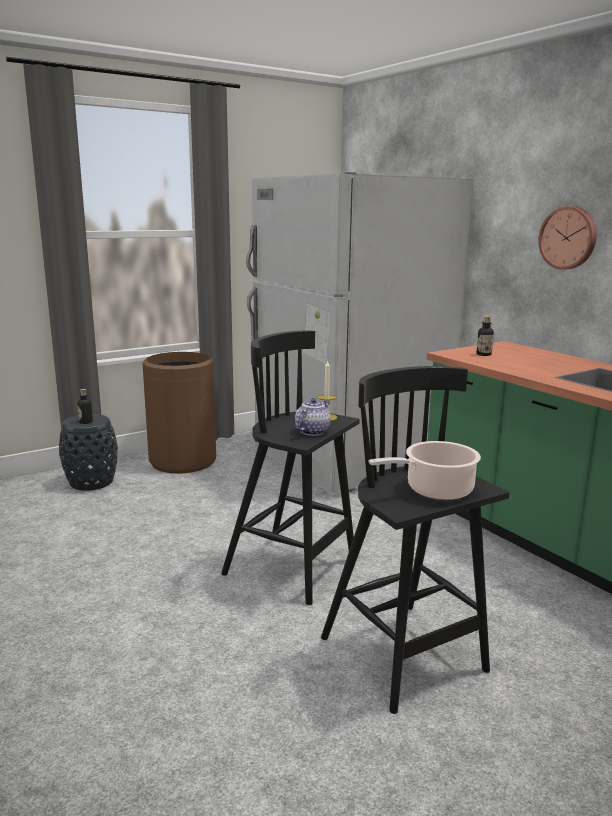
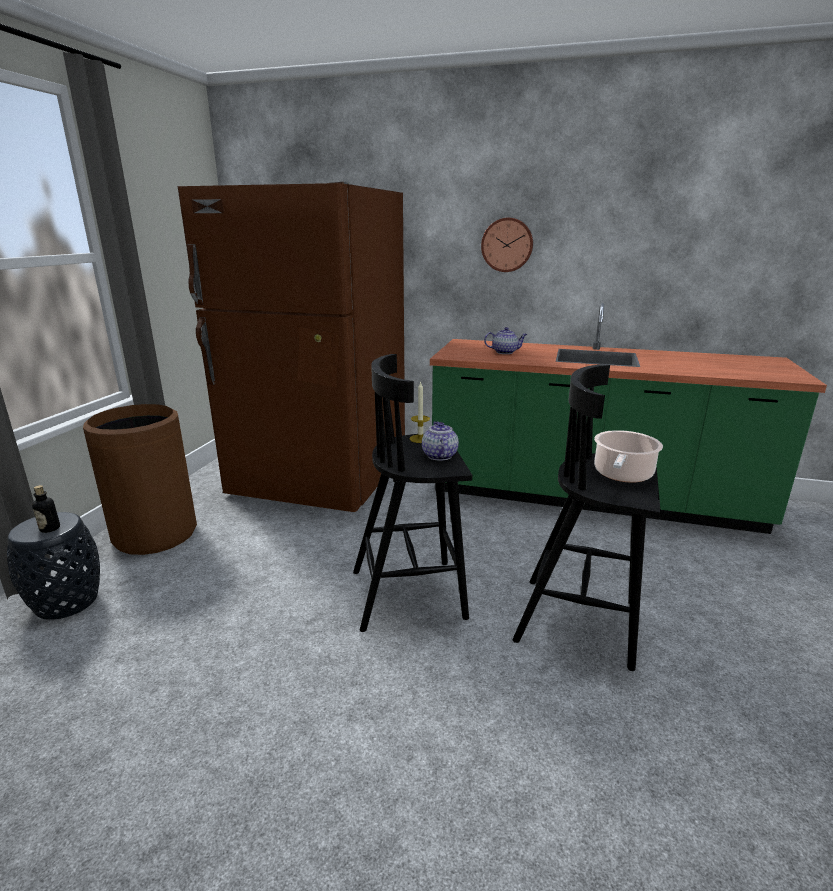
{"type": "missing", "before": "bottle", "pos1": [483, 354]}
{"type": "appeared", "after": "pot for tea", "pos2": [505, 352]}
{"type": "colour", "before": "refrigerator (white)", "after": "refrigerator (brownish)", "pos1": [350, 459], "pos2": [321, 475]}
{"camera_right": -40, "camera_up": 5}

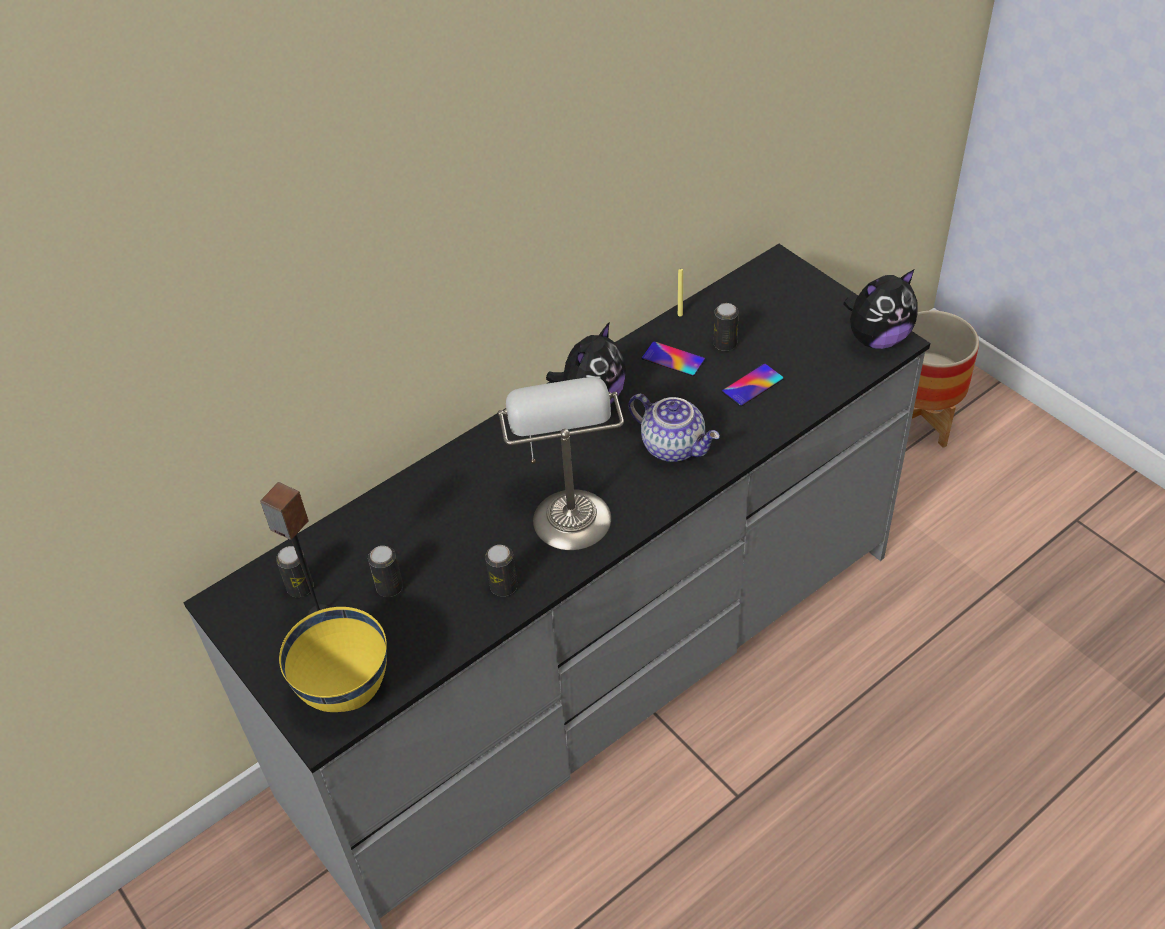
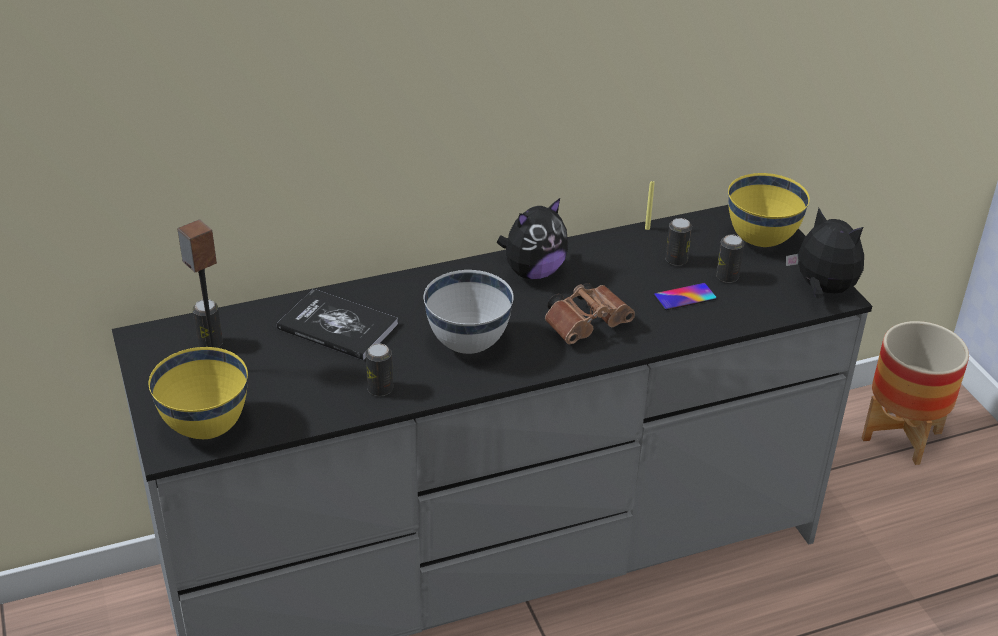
{"type": "missing", "before": "telephone", "pos1": [673, 359]}
{"type": "appeared", "after": "book", "pos2": [337, 326]}
{"type": "appeared", "after": "deep dish (yellowish)", "pos2": [761, 241]}
{"type": "relocated", "before": "can", "pos1": [389, 587], "pos2": [727, 277]}
{"type": "exchanged", "before": "lamp for a table (white)", "after": "deep dish (white)", "pos1": [567, 506], "pos2": [467, 345]}
{"type": "exchanged", "before": "pot for tea", "after": "field glasses (brownish)", "pos1": [674, 446], "pos2": [588, 324]}
{"type": "spun", "before": "soft toy", "pos1": [877, 338], "pos2": [822, 290], "turn": -135}
{"camera_right": 15, "camera_up": -10}

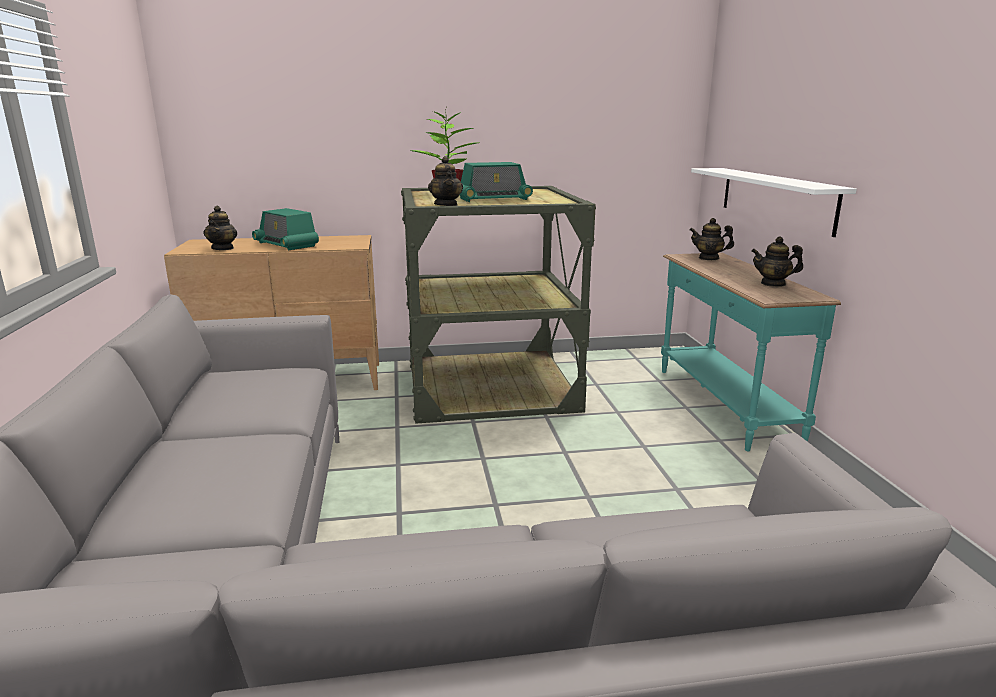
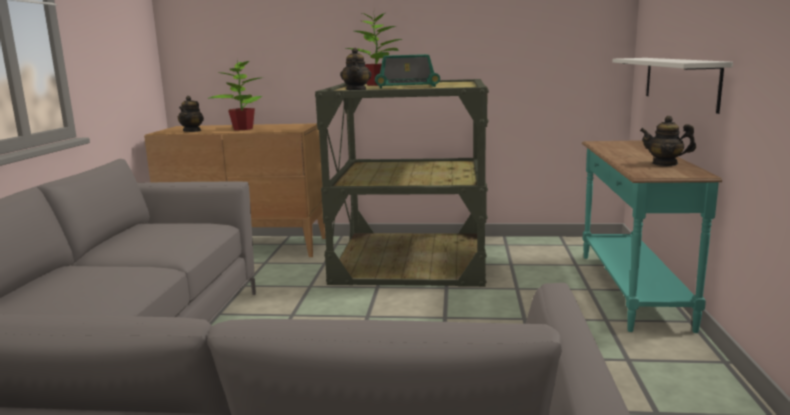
{"type": "missing", "before": "pot for tea", "pos1": [709, 258]}
{"type": "exchanged", "before": "radio set", "after": "potted plant", "pos1": [286, 244], "pos2": [243, 129]}
{"camera_right": 15, "camera_up": -5}

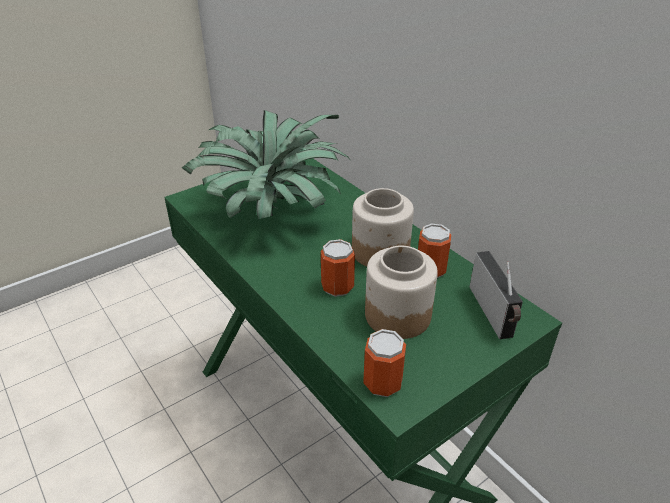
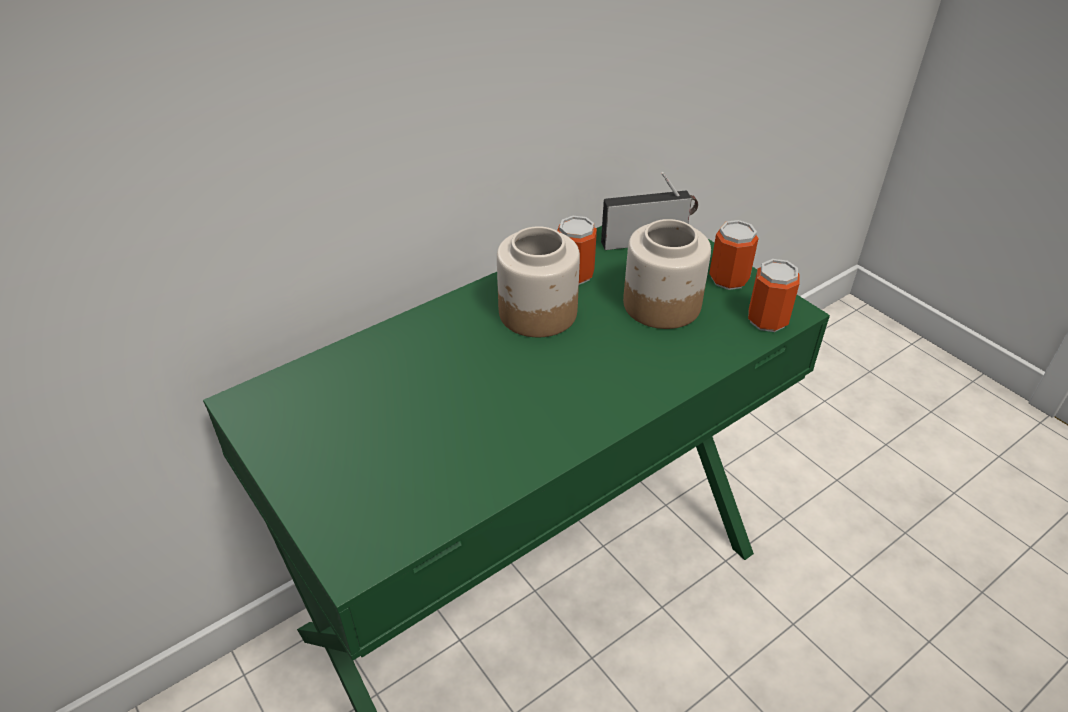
{"type": "missing", "before": "potted plant", "pos1": [274, 212]}
{"type": "relocated", "before": "can", "pos1": [337, 287], "pos2": [728, 279]}
{"camera_right": -90, "camera_up": 5}

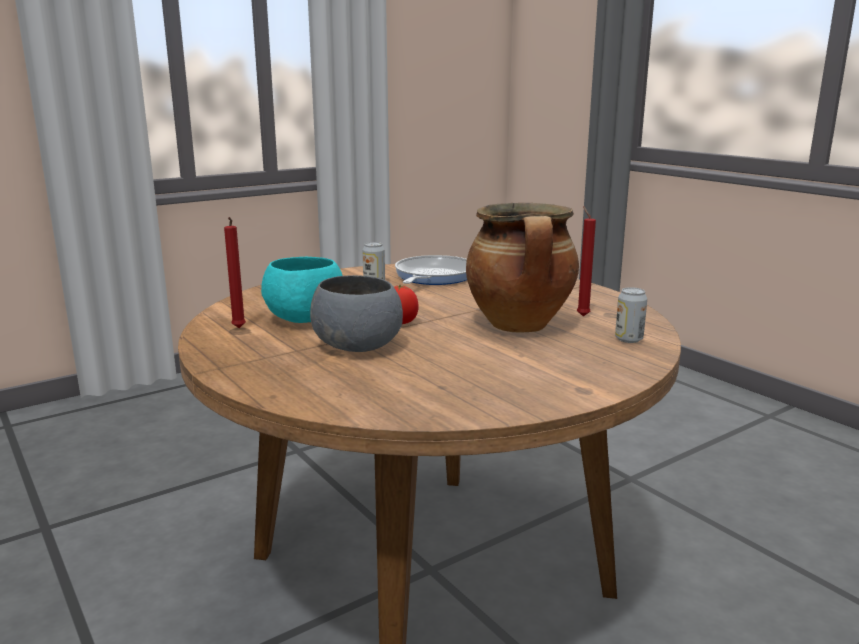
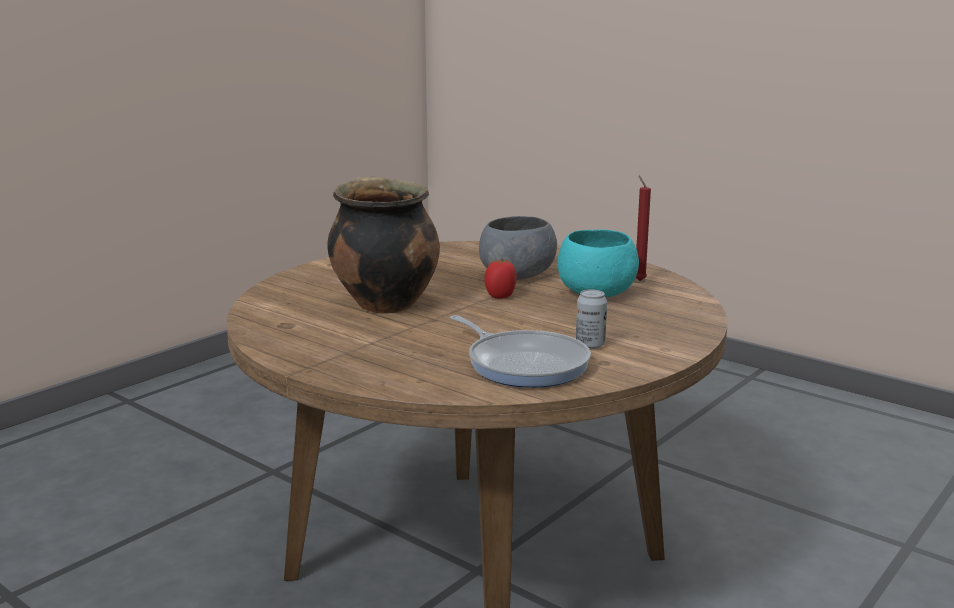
{"type": "missing", "before": "wax light (reddish)", "pos1": [581, 315]}
{"type": "missing", "before": "can", "pos1": [628, 339]}
{"type": "spun", "before": "skillet", "pos1": [432, 277], "pos2": [524, 364], "turn": -45}
{"camera_right": 165, "camera_up": 0}

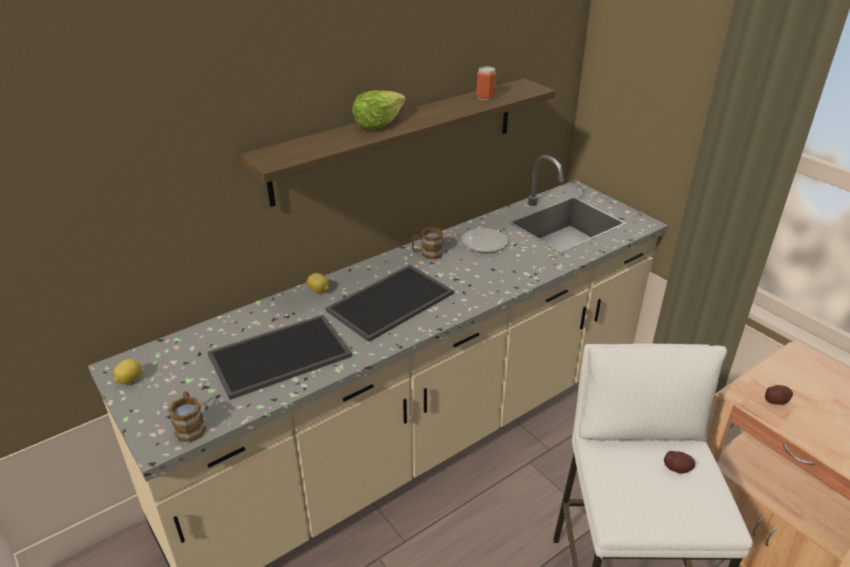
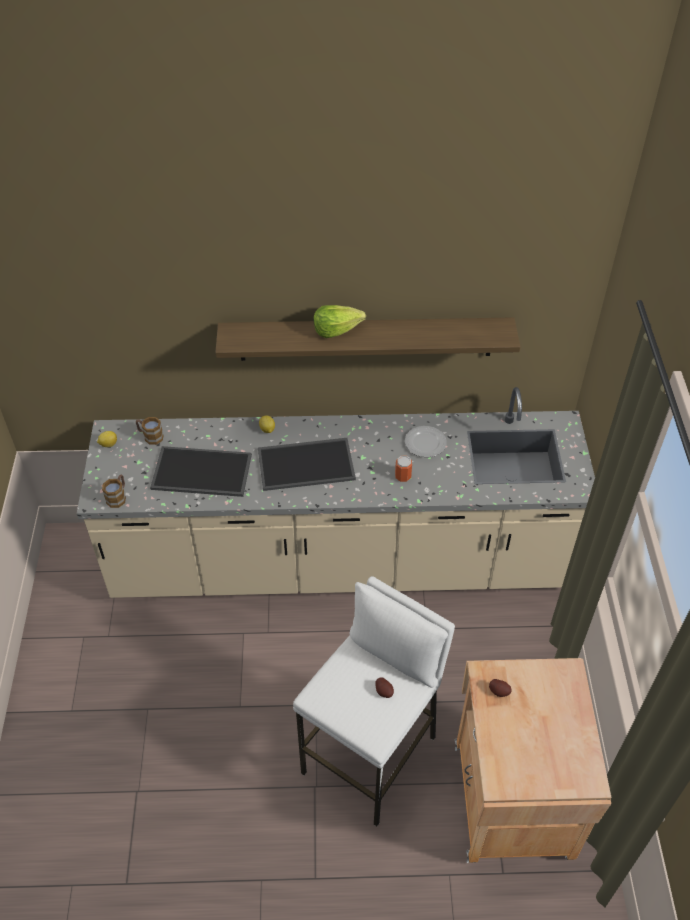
{"type": "relocated", "before": "mug", "pos1": [427, 254], "pos2": [150, 436]}
{"type": "relocated", "before": "can", "pos1": [485, 97], "pos2": [403, 476]}
{"camera_right": 35, "camera_up": 15}

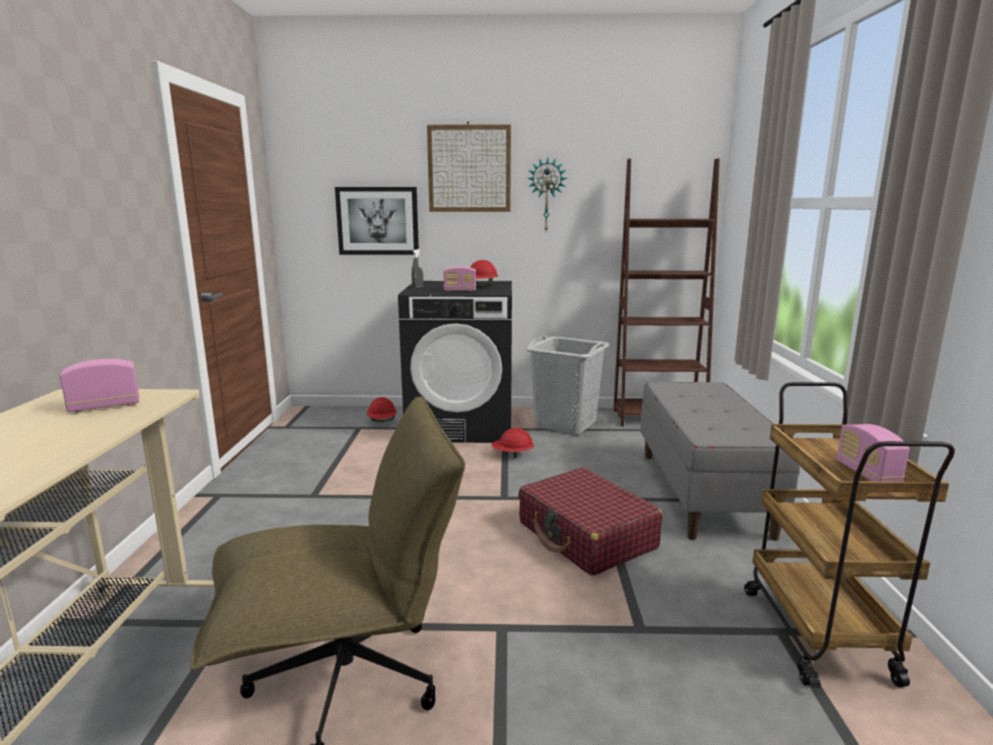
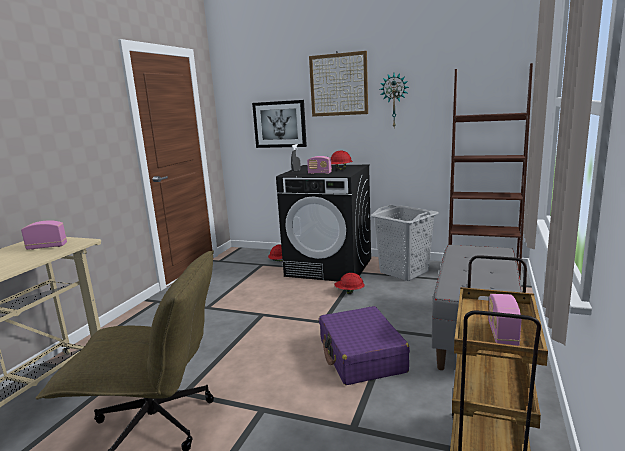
{"type": "colour", "before": "suitcase (reddish)", "after": "suitcase (purplish)", "pos1": [586, 536], "pos2": [361, 356]}
{"camera_right": 20, "camera_up": 0}

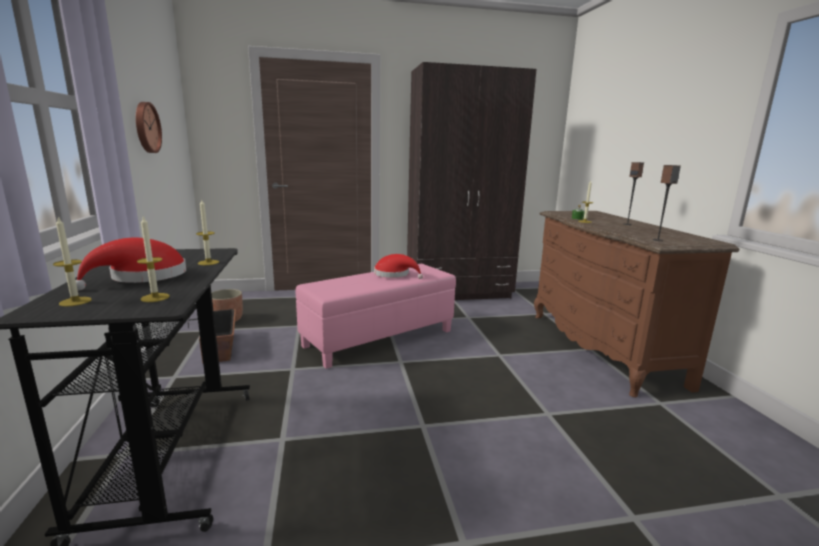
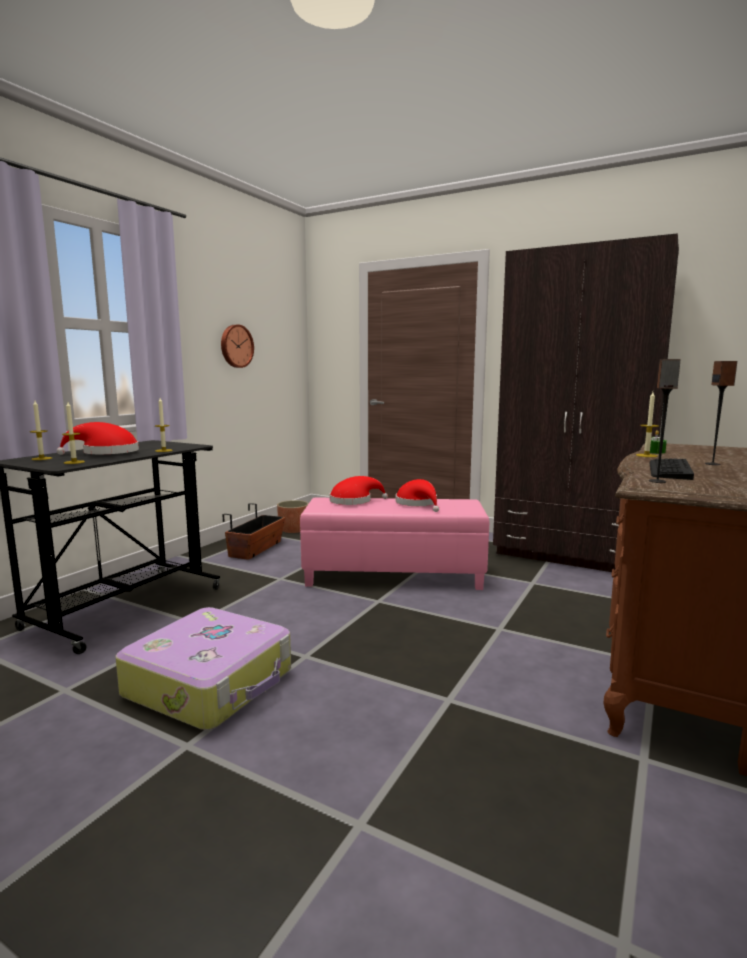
{"type": "appeared", "after": "suitcase", "pos2": [211, 683]}
{"type": "appeared", "after": "wearable hat (reddish)", "pos2": [354, 501]}
{"type": "appeared", "after": "PC keyboard", "pos2": [669, 470]}
{"camera_right": 40, "camera_up": -5}

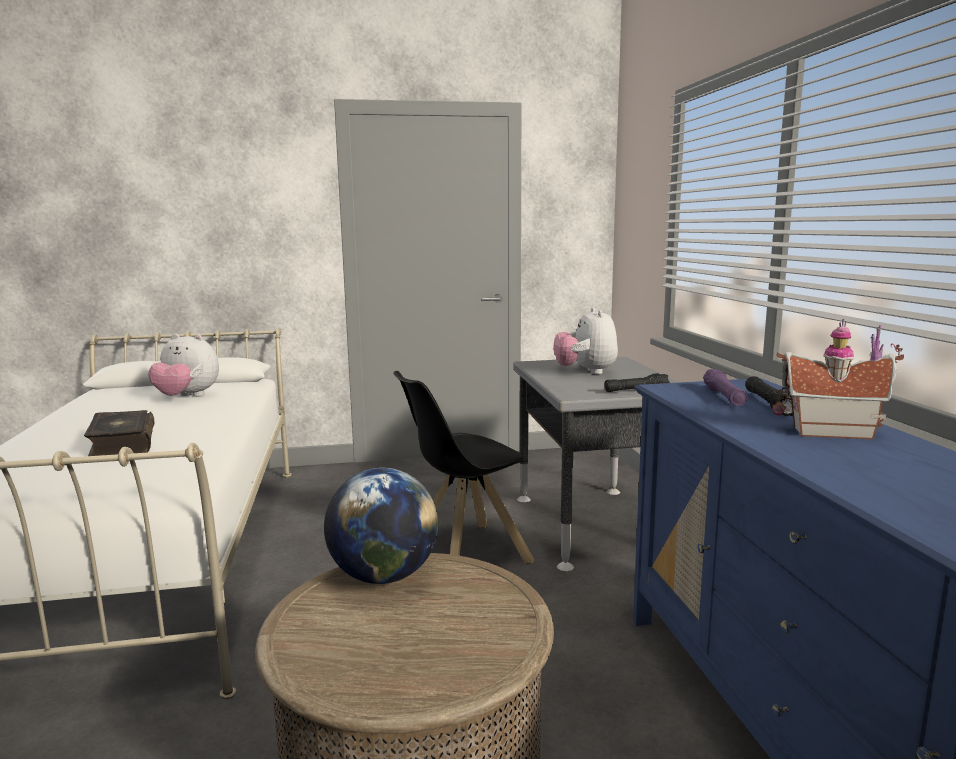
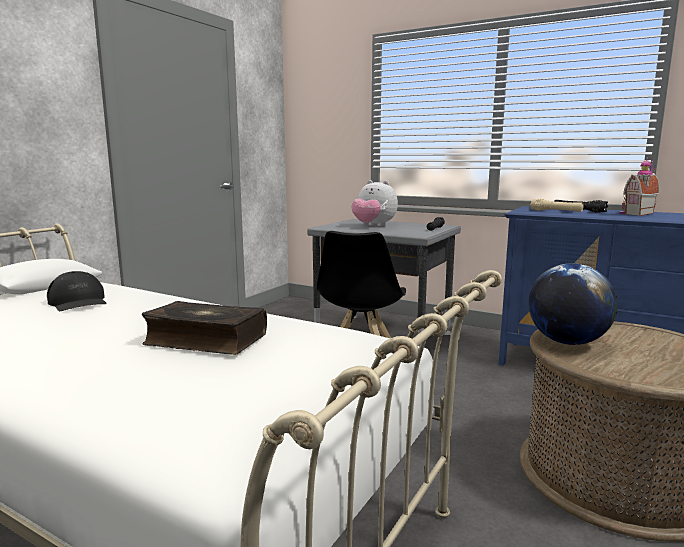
{"type": "exchanged", "before": "soft toy", "after": "baseball cap (blackish)", "pos1": [187, 397], "pos2": [78, 302]}
{"type": "colour", "before": "flashlight (purplish)", "after": "flashlight (beige-coloured)", "pos1": [724, 397], "pos2": [555, 211]}
{"camera_right": -50, "camera_up": 0}

